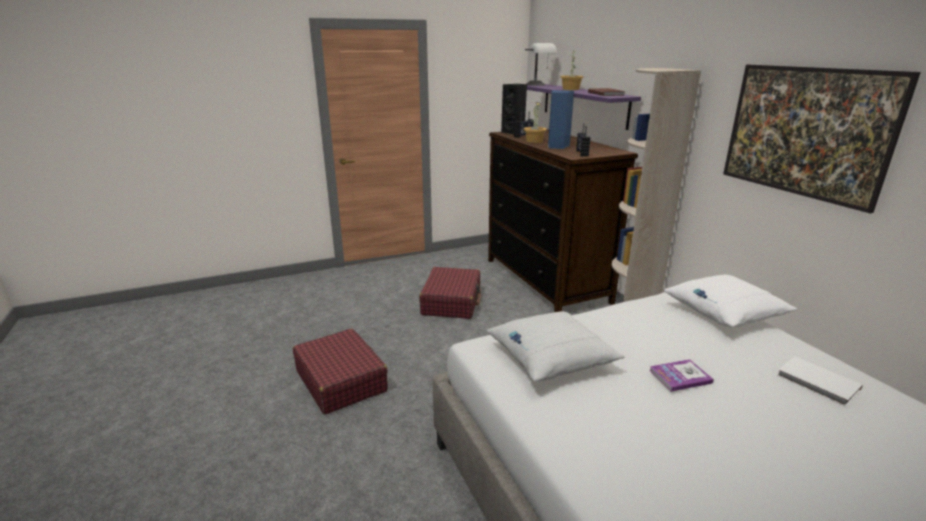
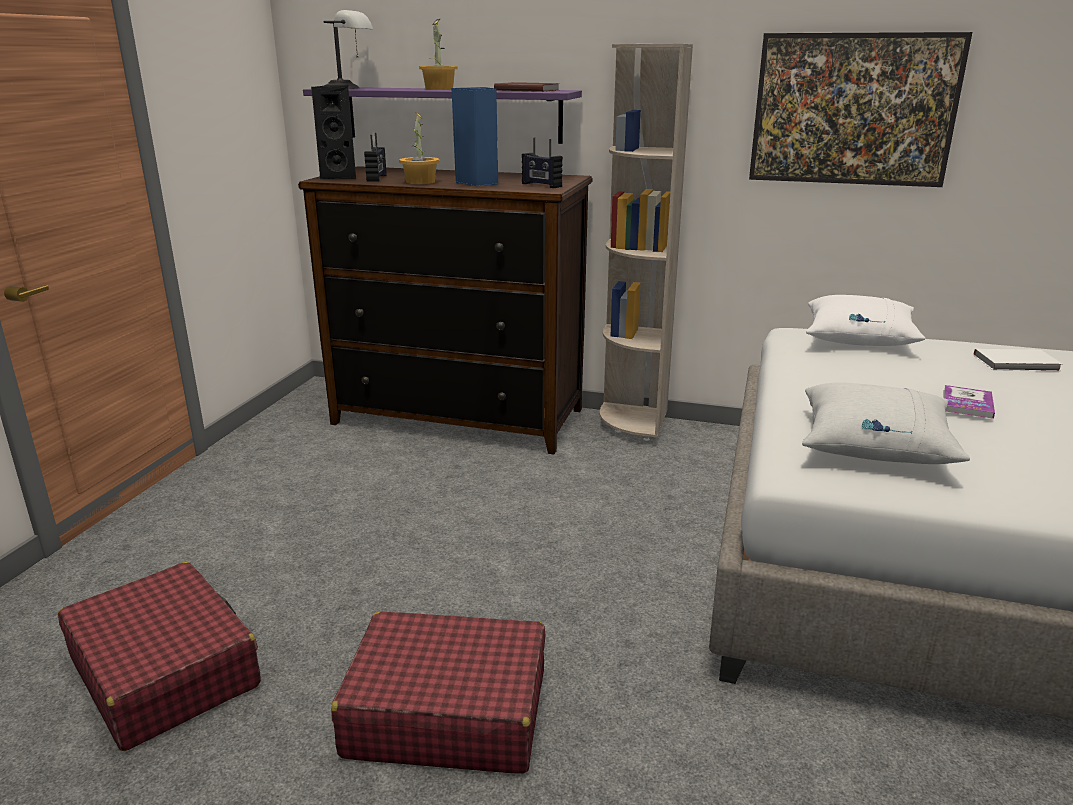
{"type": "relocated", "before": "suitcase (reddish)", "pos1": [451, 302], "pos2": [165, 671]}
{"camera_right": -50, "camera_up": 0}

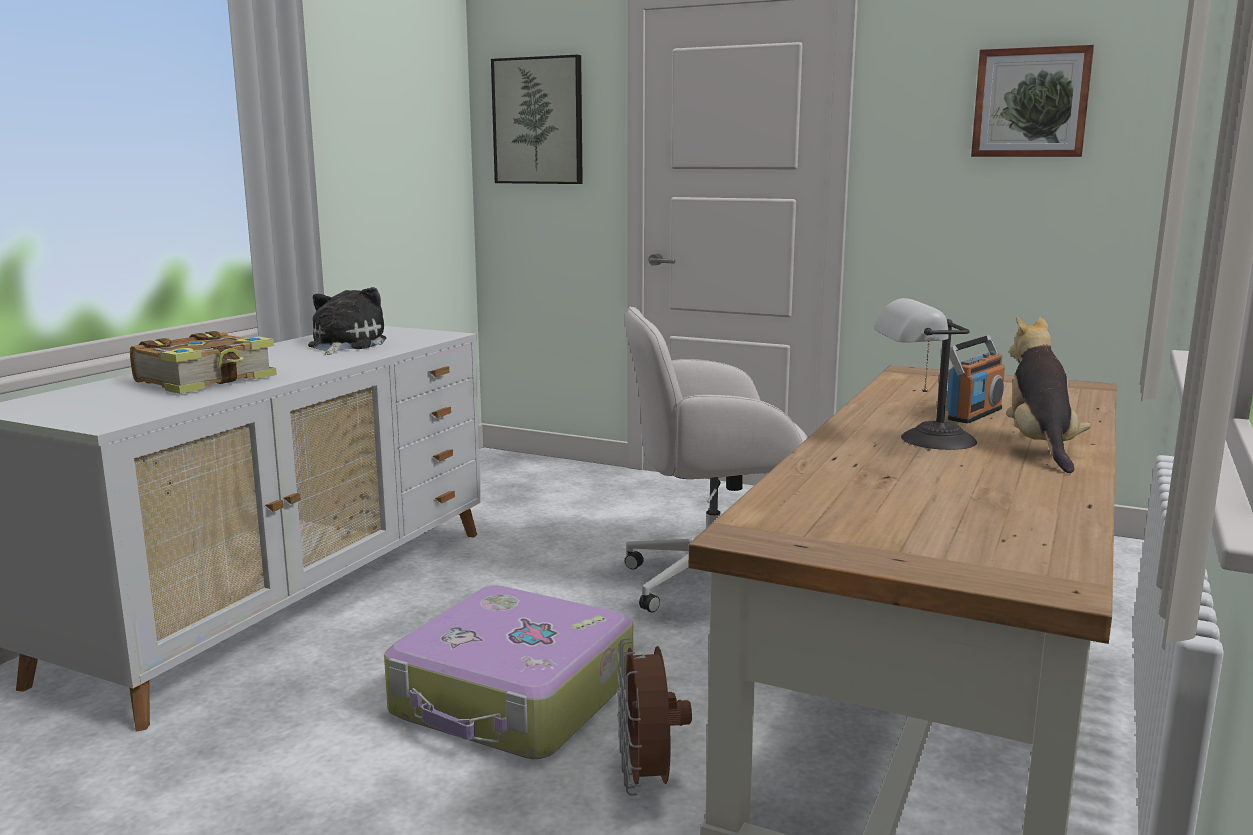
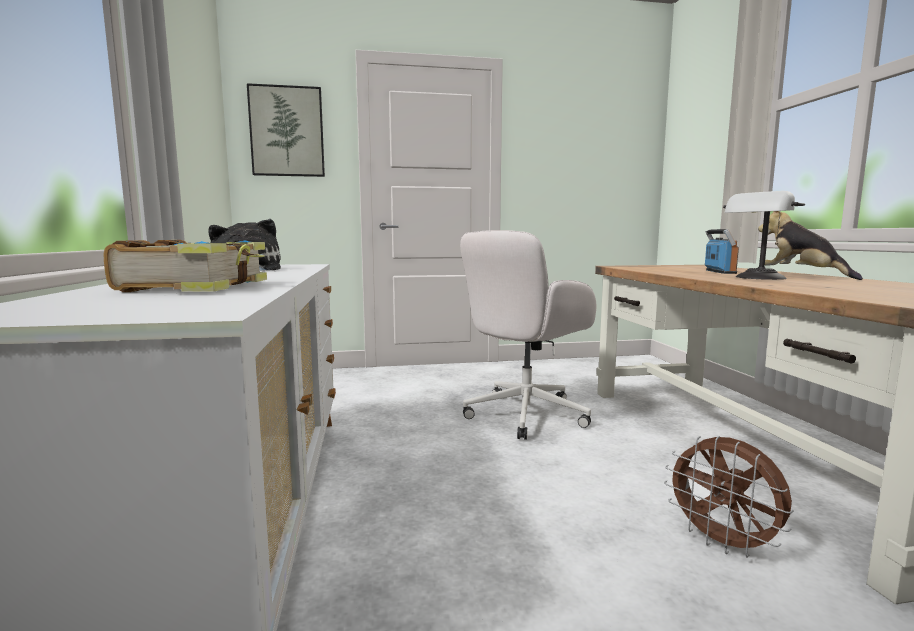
{"type": "missing", "before": "suitcase", "pos1": [514, 698]}
{"type": "missing", "before": "wall art", "pos1": [1031, 103]}
{"camera_right": -35, "camera_up": -5}

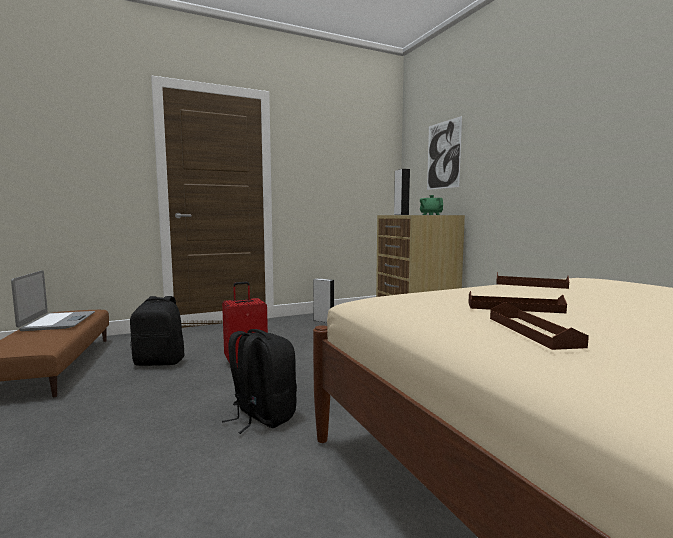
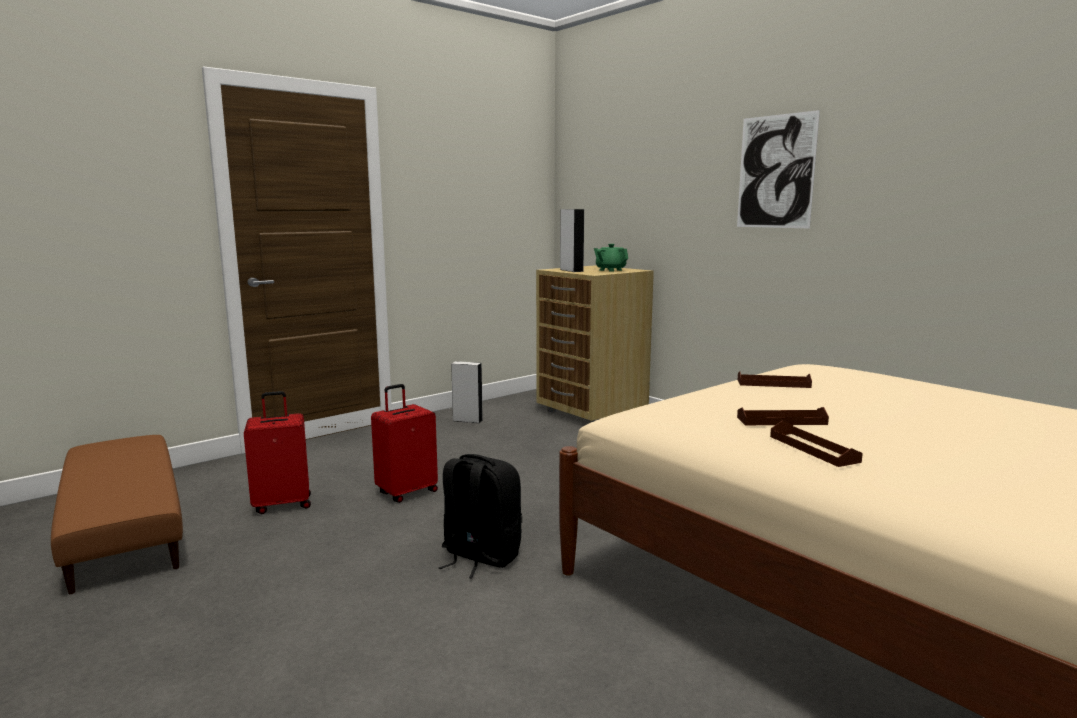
{"type": "missing", "before": "portable computer", "pos1": [58, 322]}
{"type": "relocated", "before": "wall art", "pos1": [443, 155], "pos2": [775, 172]}
{"type": "exchanged", "before": "knapsack (blackish)", "after": "suitcase (reddish)", "pos1": [160, 362], "pos2": [283, 504]}
{"camera_right": -15, "camera_up": 5}

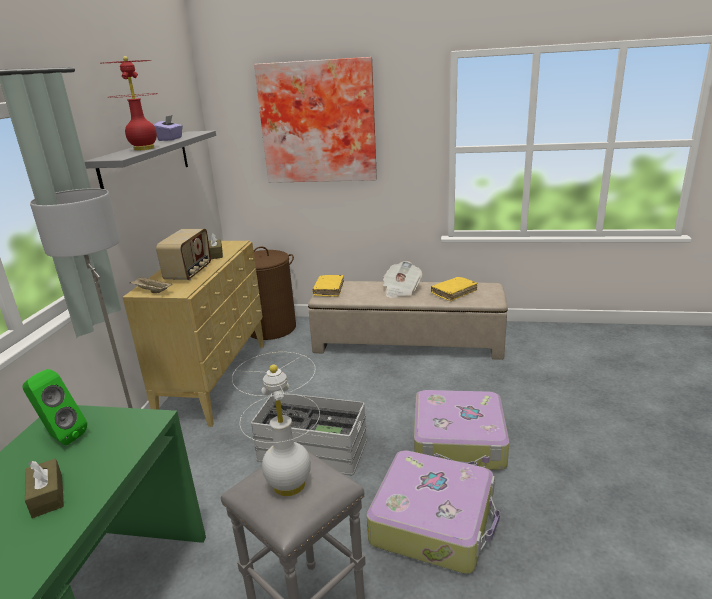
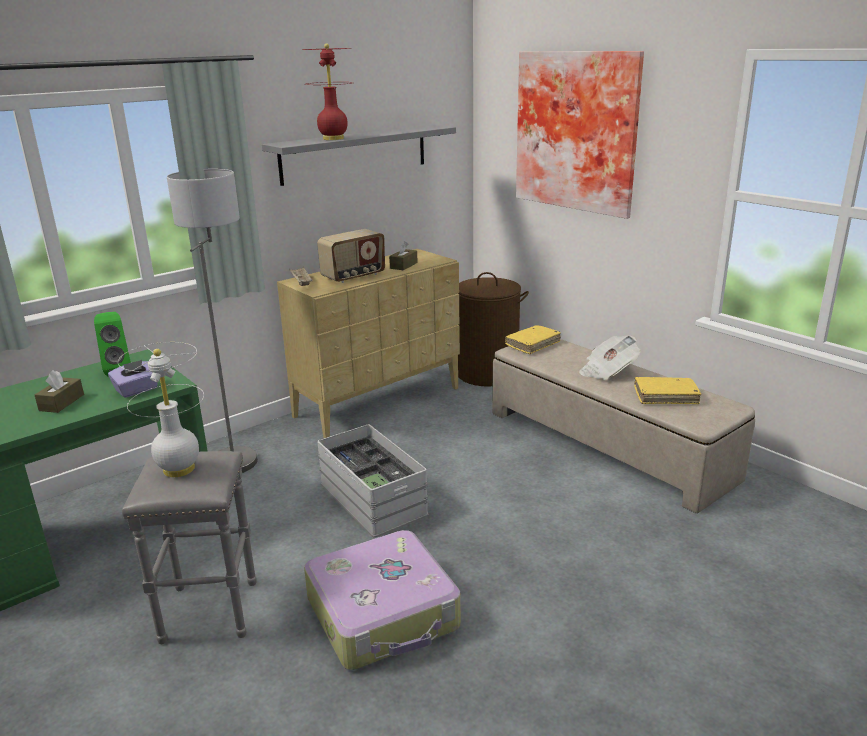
{"type": "missing", "before": "suitcase", "pos1": [459, 442]}
{"type": "relocated", "before": "tissue holder (purplish)", "pos1": [170, 139], "pos2": [137, 390]}
{"camera_right": 40, "camera_up": 0}

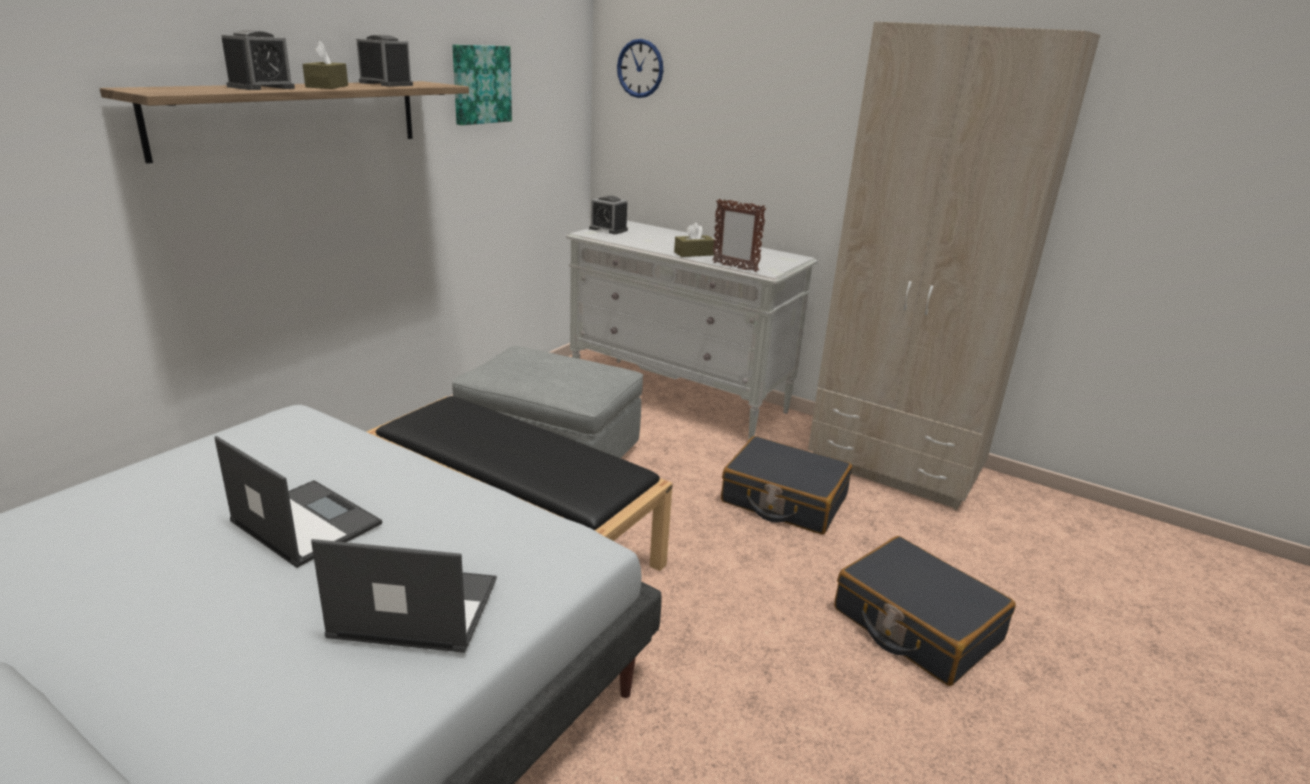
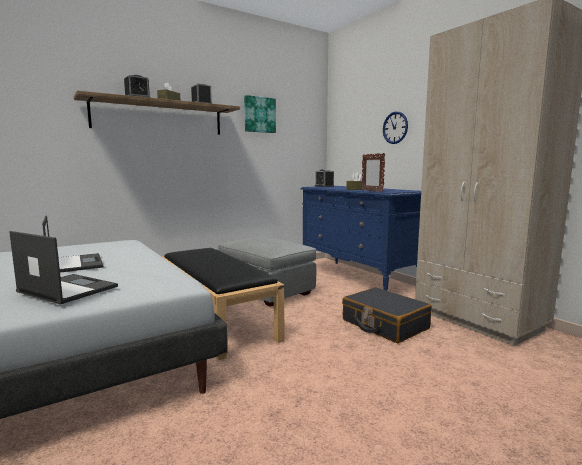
{"type": "missing", "before": "suitcase (blackish)", "pos1": [916, 625]}
{"type": "relocated", "before": "clock on the wall", "pos1": [640, 68], "pos2": [395, 127]}
{"type": "colour", "before": "drawer chest (white)", "after": "drawer chest (blue)", "pos1": [678, 399], "pos2": [356, 278]}
{"camera_right": 25, "camera_up": -15}

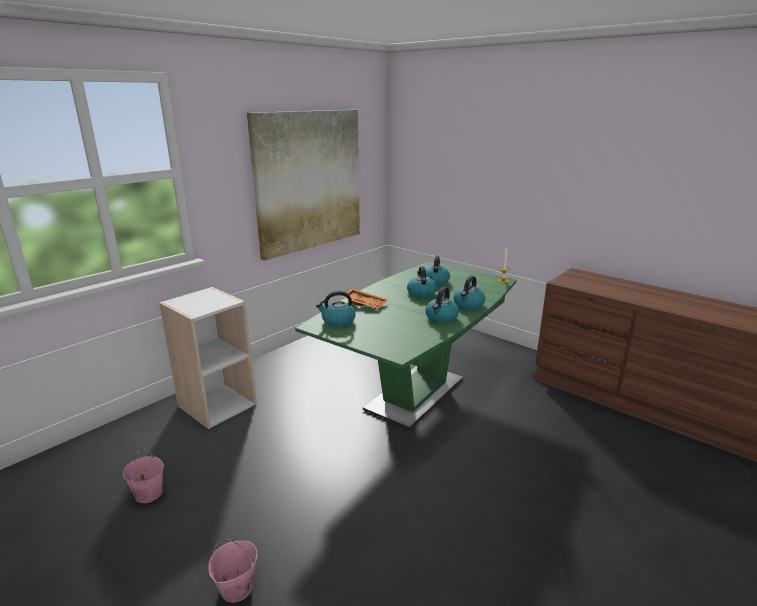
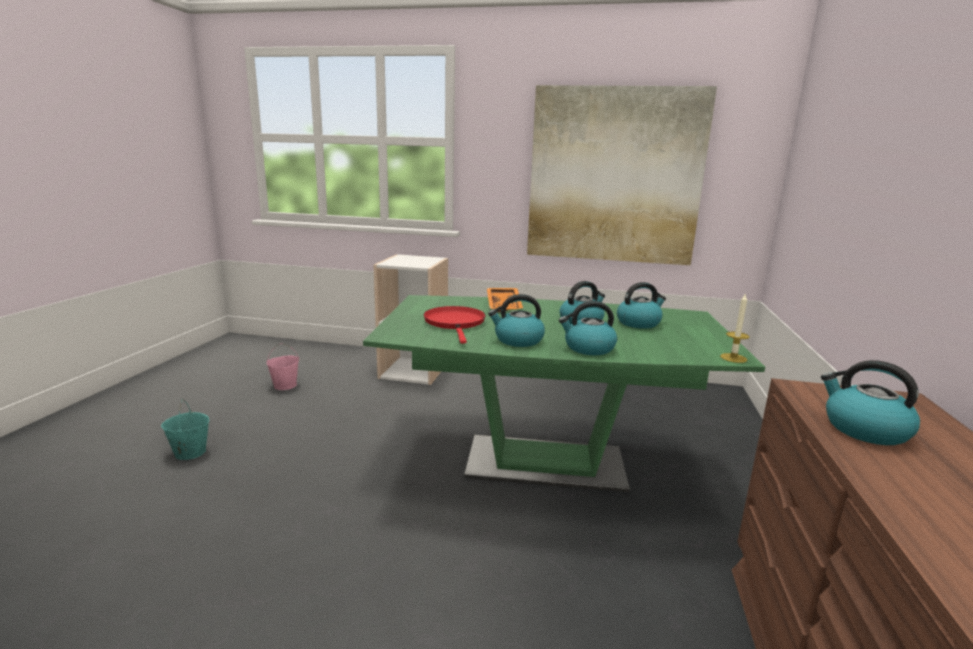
{"type": "appeared", "after": "skillet (reddish)", "pos2": [455, 323]}
{"type": "relocated", "before": "tea kettle", "pos1": [338, 321], "pos2": [864, 429]}
{"type": "colour", "before": "bucket (pink-coloured)", "after": "bucket (turquoise-coloured)", "pos1": [237, 588], "pos2": [190, 452]}
{"camera_right": 60, "camera_up": -5}

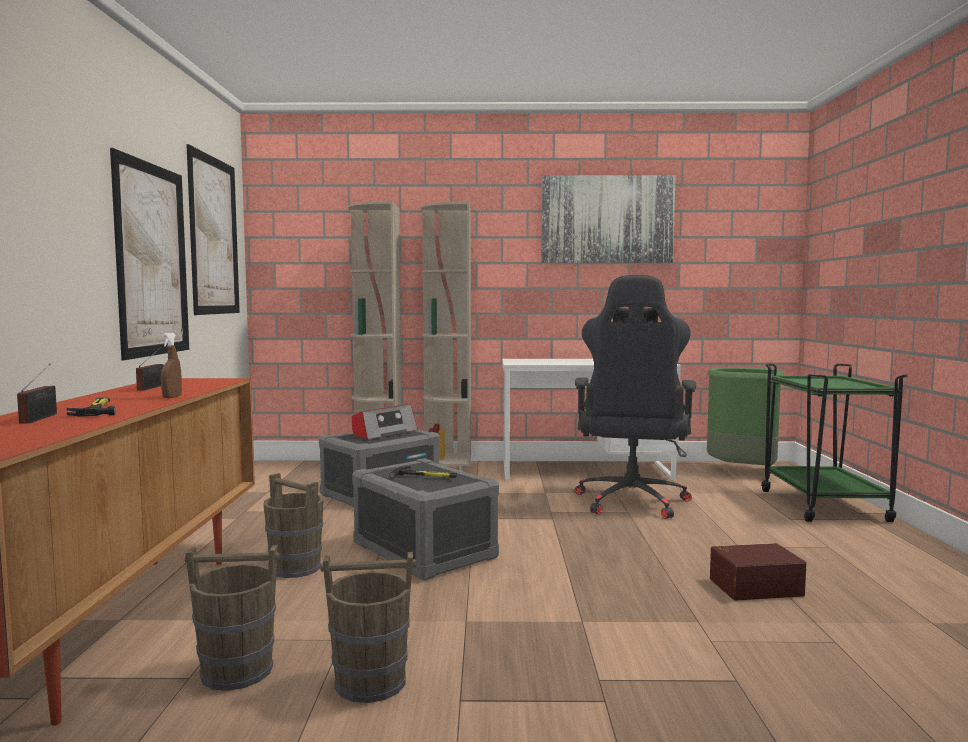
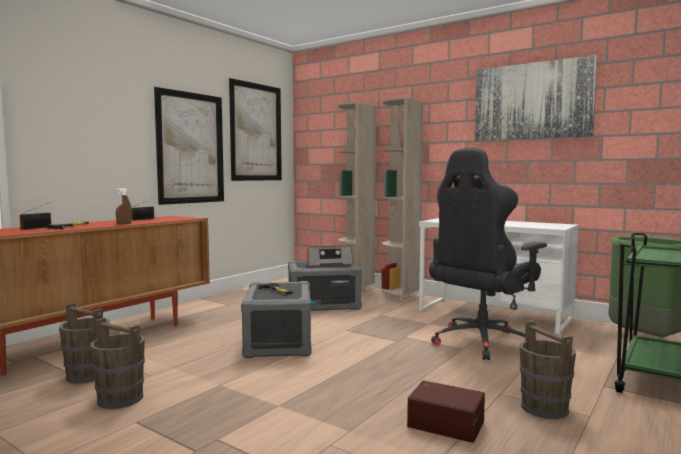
{"type": "relocated", "before": "bucket (brownish)", "pos1": [295, 568], "pos2": [544, 408]}
{"camera_right": 35, "camera_up": 0}

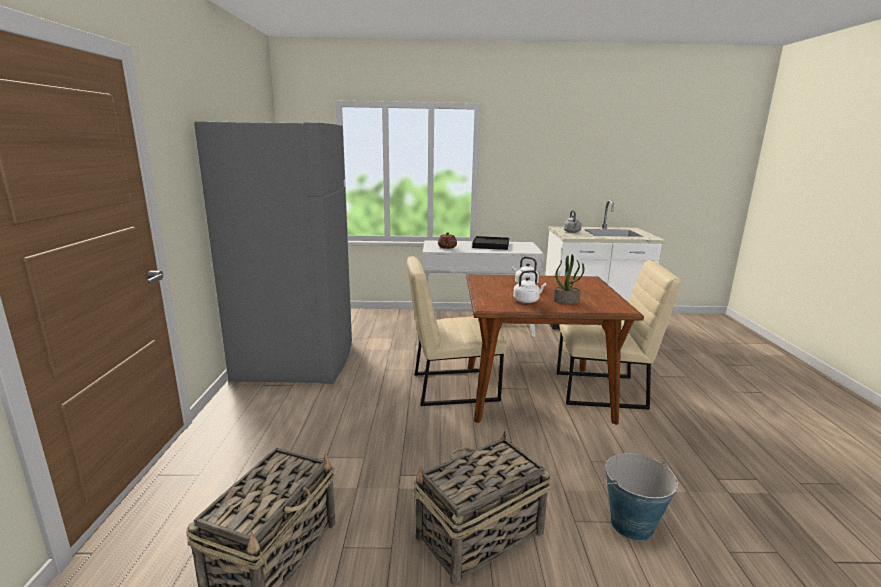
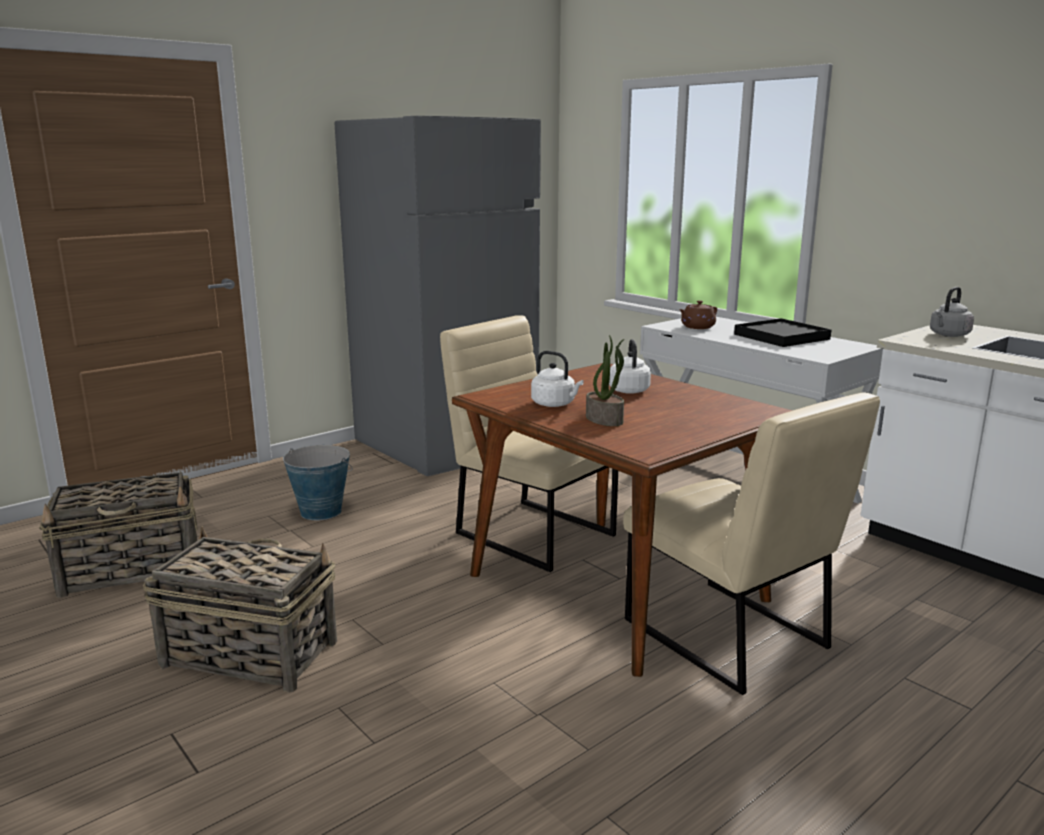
{"type": "relocated", "before": "bucket", "pos1": [631, 524], "pos2": [320, 511]}
{"camera_right": 50, "camera_up": 0}

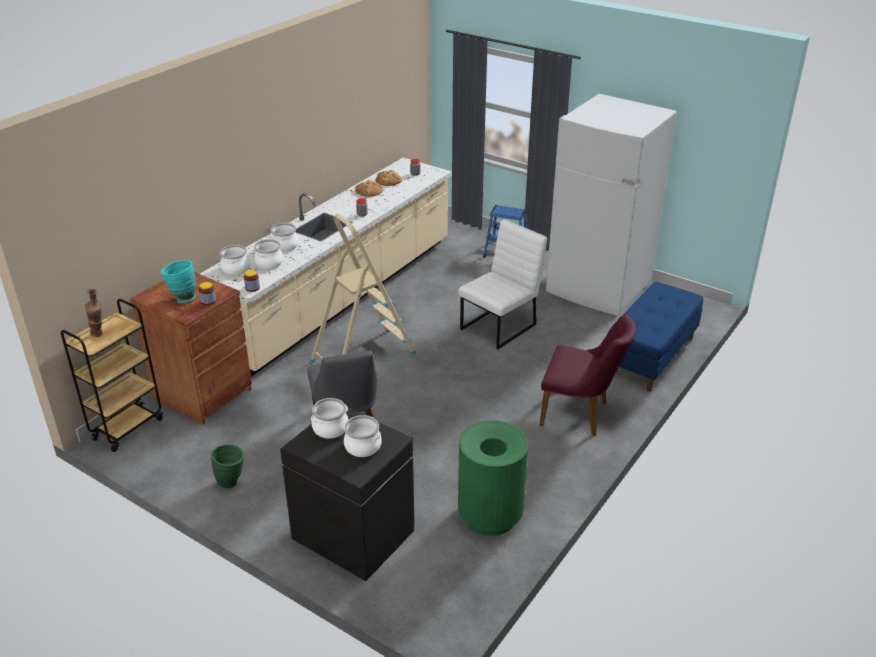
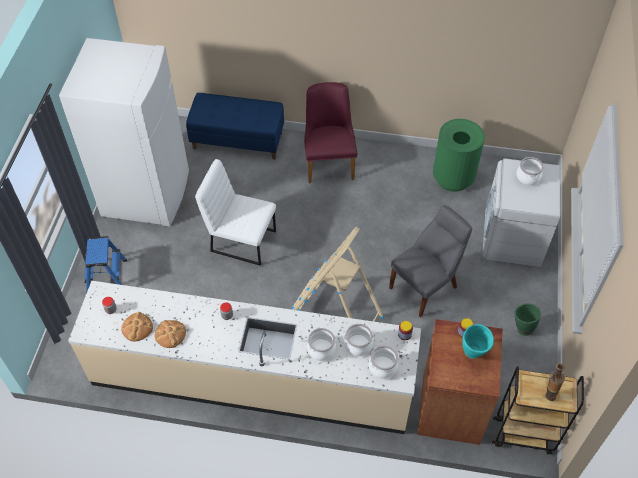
{"type": "missing", "before": "saucepot", "pos1": [330, 428]}
{"type": "colour", "before": "washing machine (blackish)", "after": "washing machine (white)", "pos1": [355, 531], "pos2": [511, 238]}
{"camera_right": -115, "camera_up": 20}

